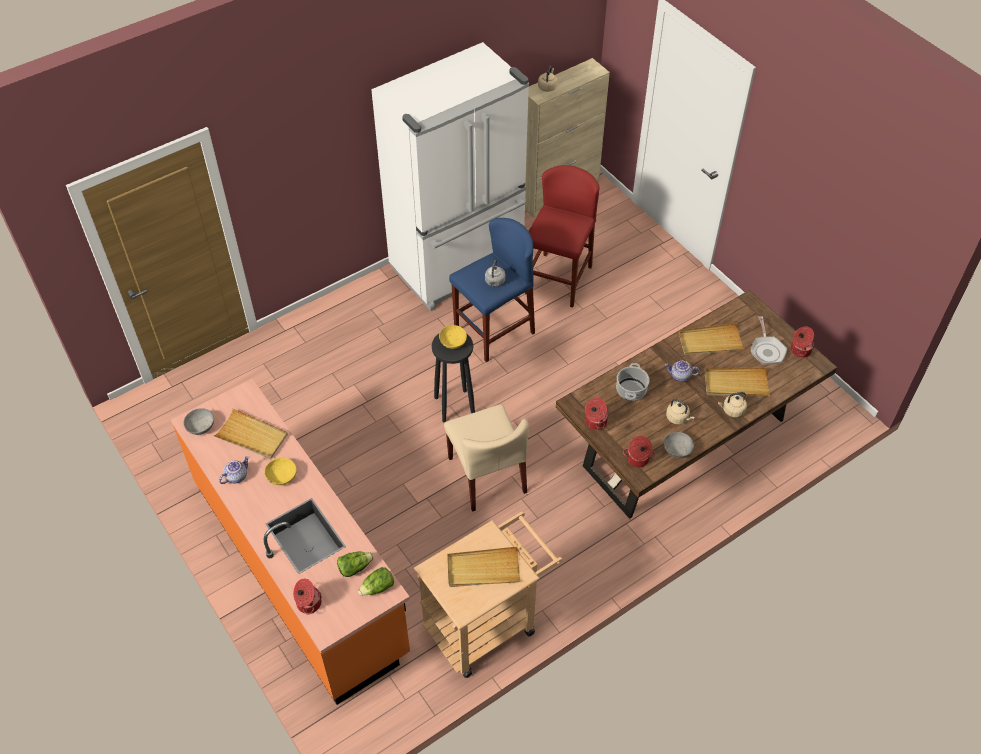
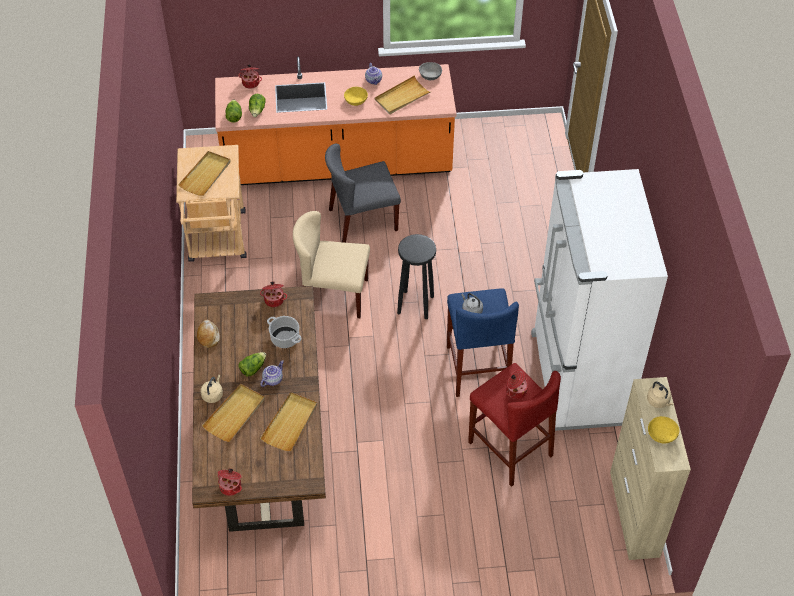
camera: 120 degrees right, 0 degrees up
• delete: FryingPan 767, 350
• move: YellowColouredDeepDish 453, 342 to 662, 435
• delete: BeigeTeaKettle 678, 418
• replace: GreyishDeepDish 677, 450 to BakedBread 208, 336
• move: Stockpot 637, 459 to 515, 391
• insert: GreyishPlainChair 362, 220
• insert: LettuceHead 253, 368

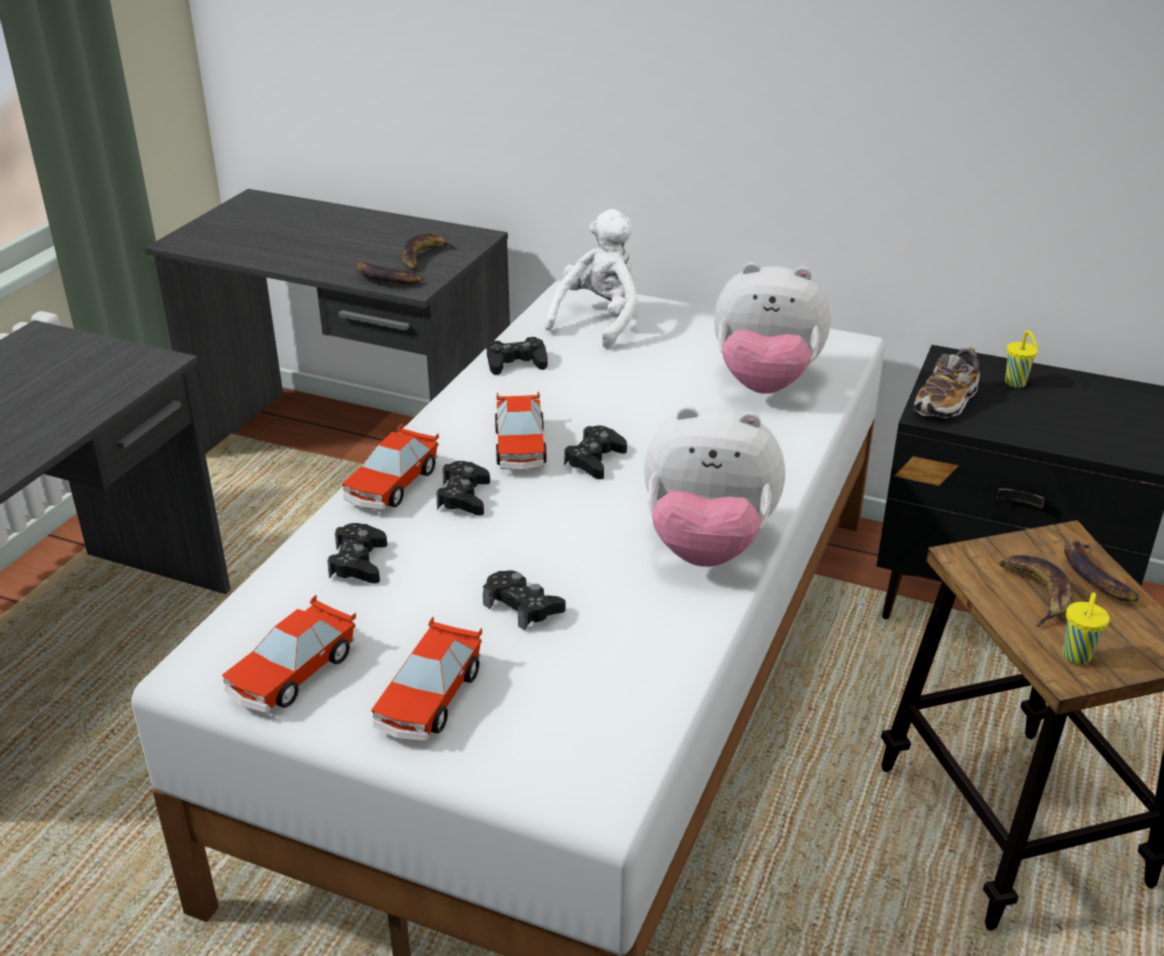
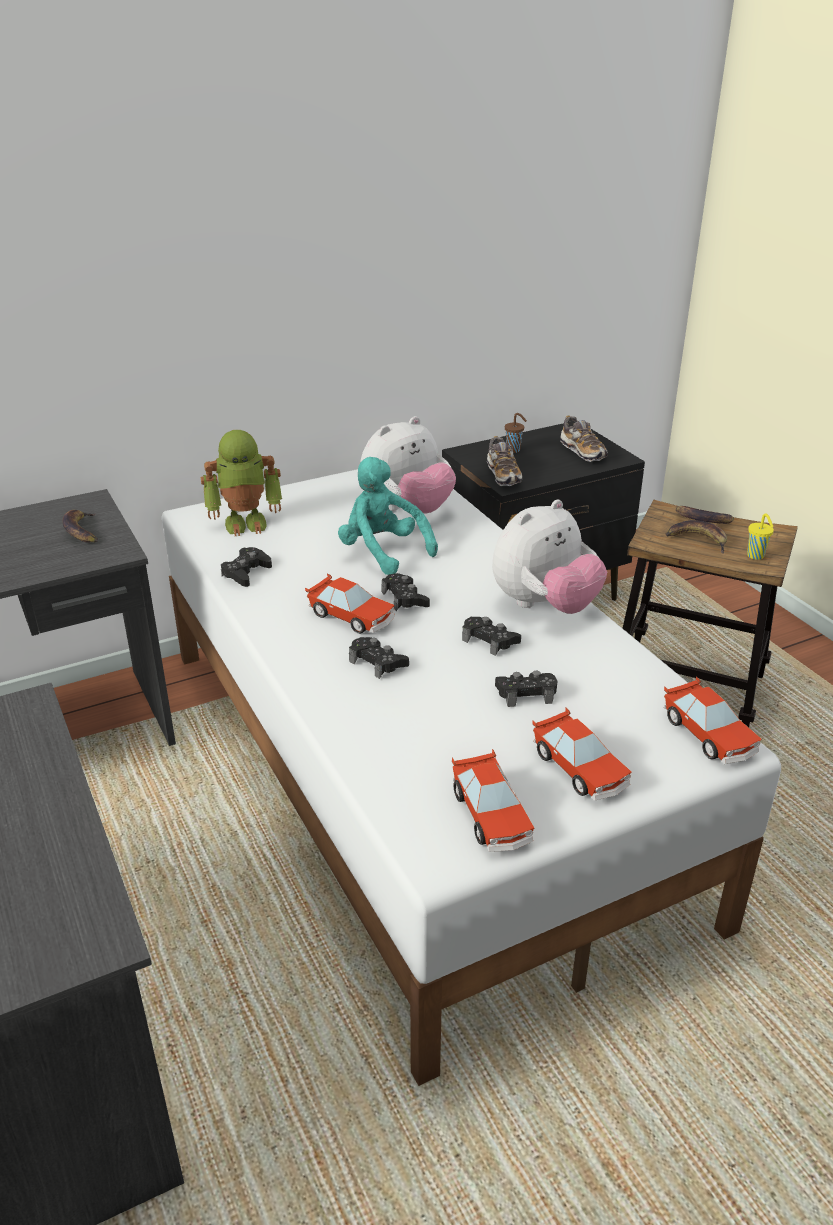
camera: 50 degrees left, 0 degrees up
• replace: WhitishPlushToy 599, 321 to RobotFigure 246, 522
• delete: Banana 386, 280
• recolor: YellowColouredDrinkingCup 1016, 383 to BrownishDrinkingCup 514, 450
• move: ModelCar 392, 485 to 708, 735
• move: BlackJoypad 358, 562 to 490, 640
• insert: Shoe 583, 451
• insert: BlueGreenPlushToy 382, 552

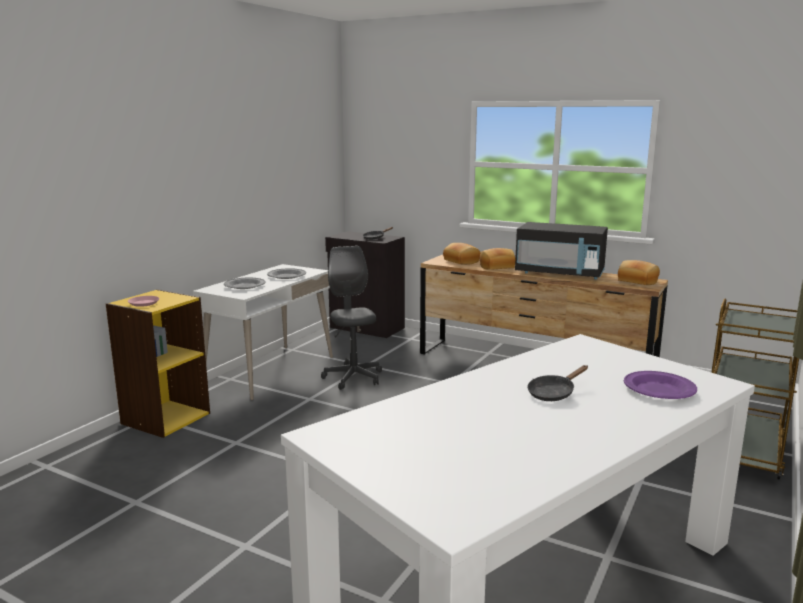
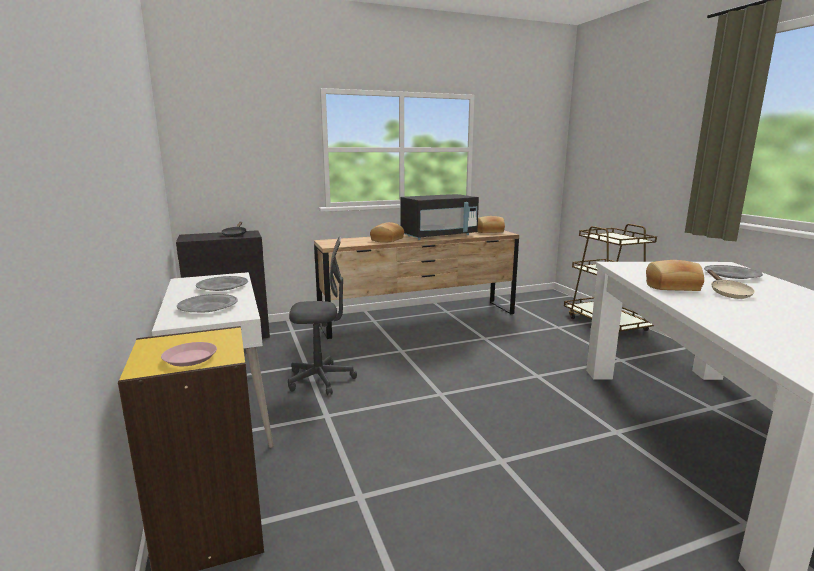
camera: 50 degrees left, 0 degrees up
• move: BakedBread 460, 261 to 672, 287
• rotate: GreyishComputerChair 353, 378 = 320, 379 150 degrees clockwise
• recolor: BlackFryingPan 553, 393 to BeigeFryingPan 728, 293
• recolor: PurplishDinnerPlate 659, 389 to GreyishDinnerPlate 732, 275

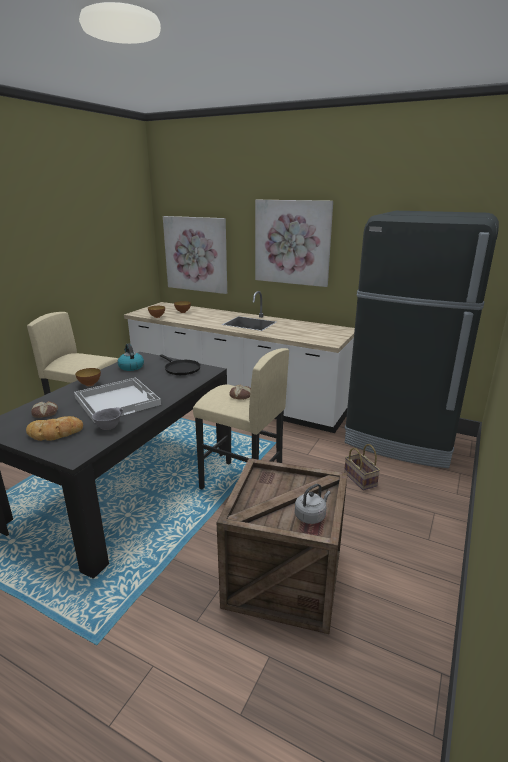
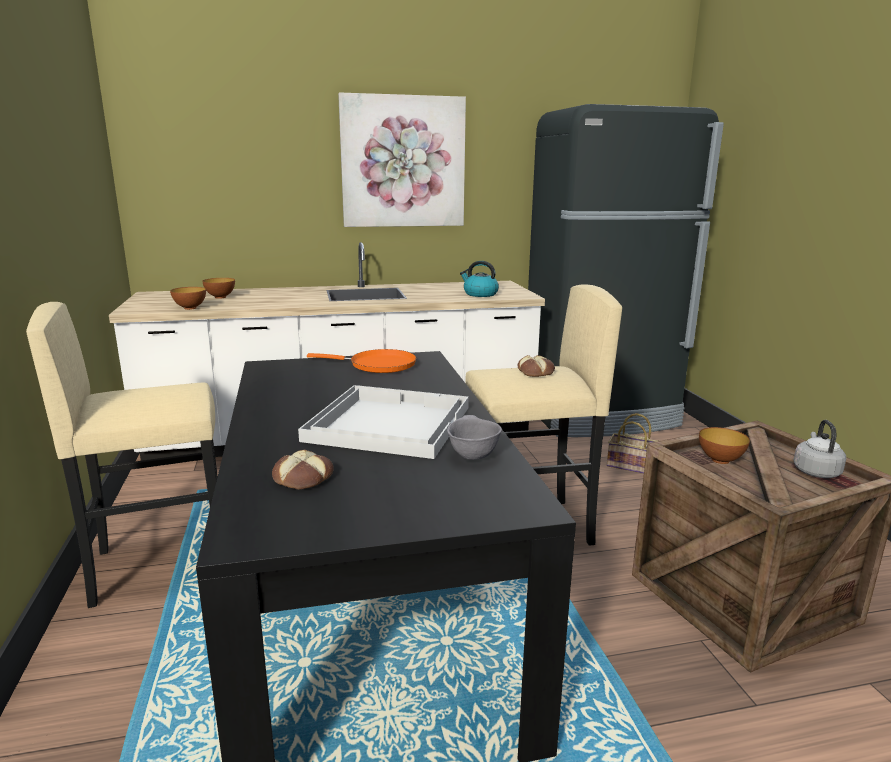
camera: 40 degrees left, 5 degrees down
• delete: Picture 196, 254
• move: TeaKettle 131, 367 to 480, 294
• recolor: BlackFryingPan 181, 369 to OrangeyFryingPan 378, 365
• move: DeepDish 90, 384 to 720, 460
• delete: BakedBread 55, 433

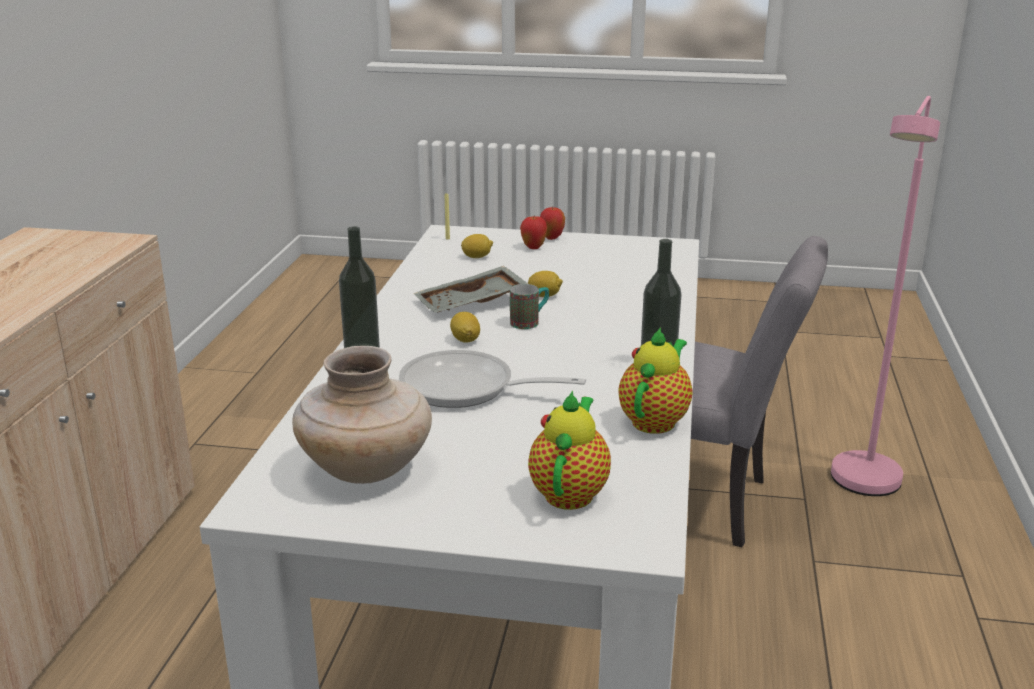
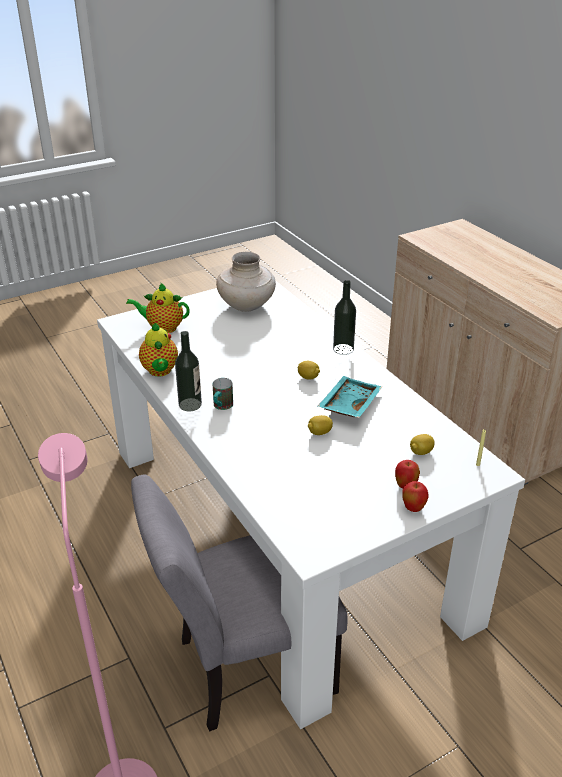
camera: 140 degrees right, 10 degrees up
• recolor: GreyishTray 471, 304 to BlueGreenTray 348, 404
• move: Mug 530, 322 to 221, 407
• delete: FryingPan 467, 388
• rotate: Teapot 570, 492 = 162, 328 120 degrees clockwise

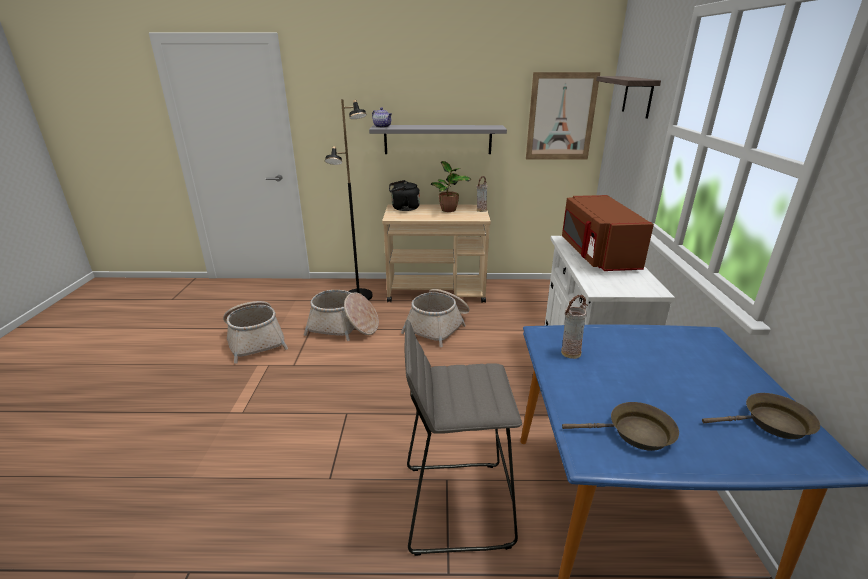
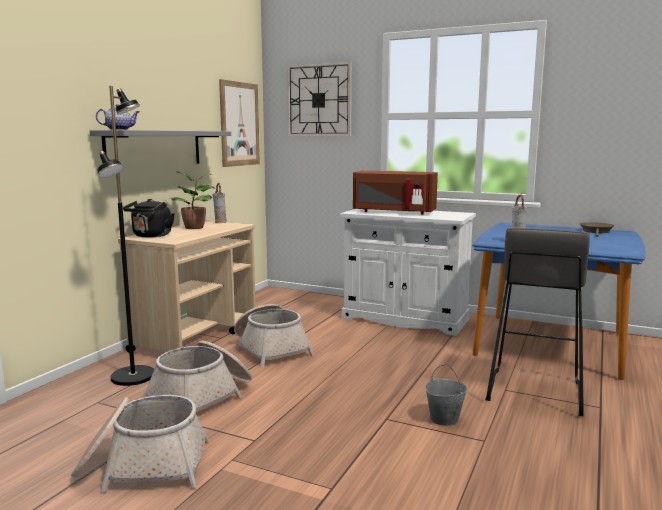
camera: 65 degrees left, 15 degrees down
• replace: WallShelf 637, 96 to HangingClock 319, 100
• delete: BrownishFryingPan 635, 433
• insert: GreyishPail 444, 419

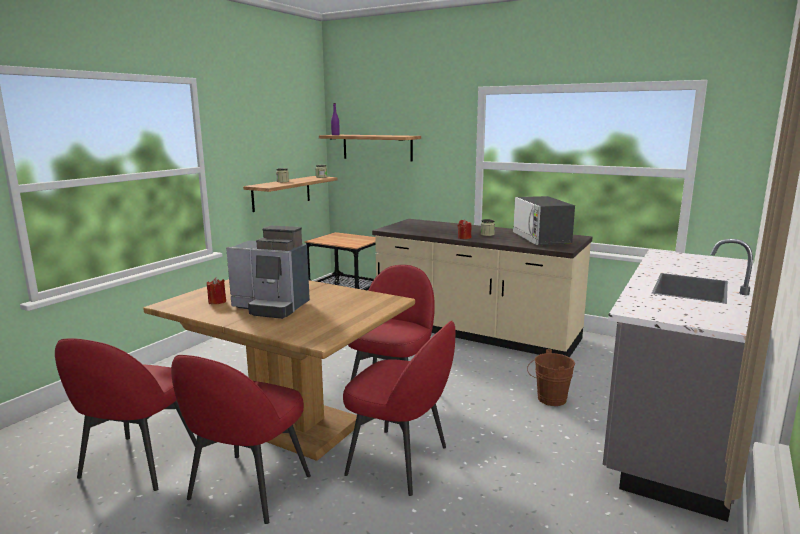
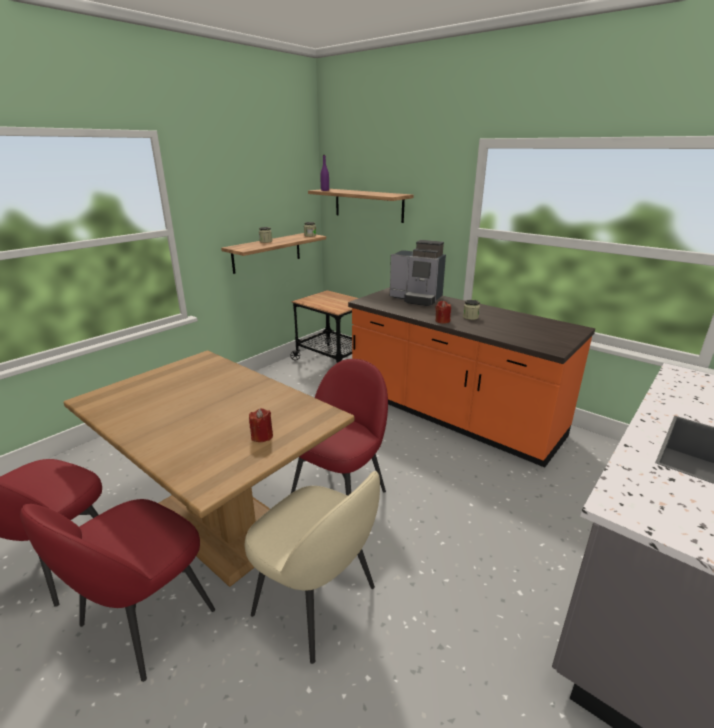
camera: 10 degrees right, 10 degrees up
• delete: Microwave 541, 239
• recolor: BeigeCounter 475, 332 to OrangeyCounter 451, 415
• move: CoffeeMachine 272, 307 to 417, 298
• move: RedColouredWaxLight 217, 302 to 262, 436
• recolor: RedColouredPlainChair 400, 461 to BeigePlainChair 317, 602
• delete: BrownishPail 548, 399

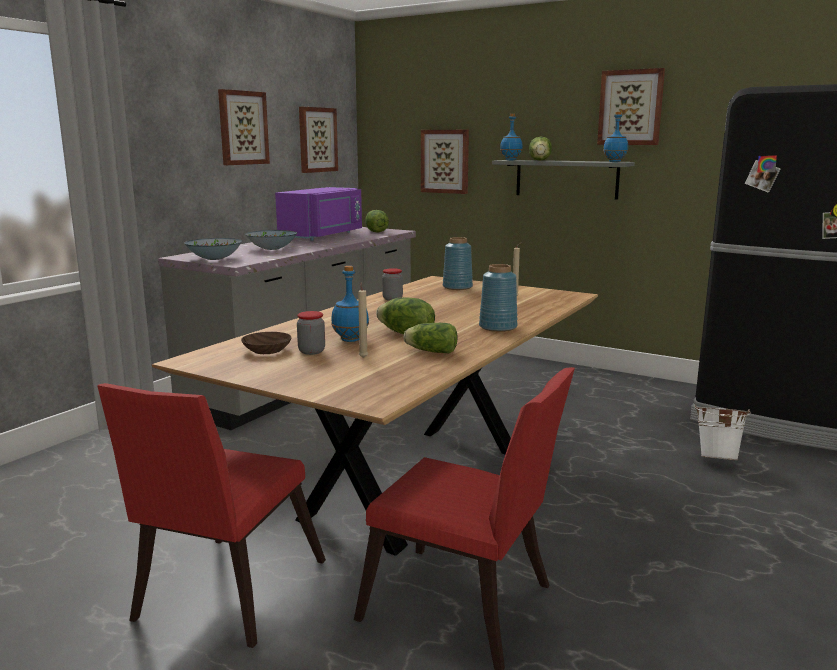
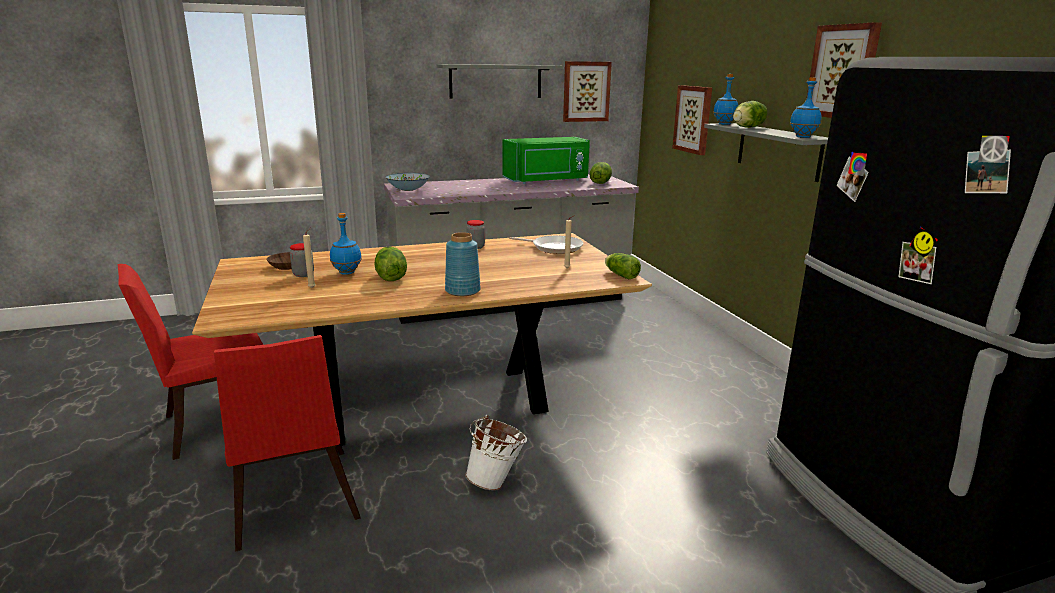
camera: 40 degrees right, 5 degrees up
• replace: Picture 242, 128 to GreyishWallShelf 495, 81
• recolor: PurplishMicrowave 323, 236 to GreenMicrowave 546, 181
• delete: DeepDish 272, 249
• replace: BlueColouredVase 457, 287 to FryingPan 554, 248
• move: LettuceHead 430, 351 to 620, 275
• move: WhitishPail 717, 458 to 496, 481

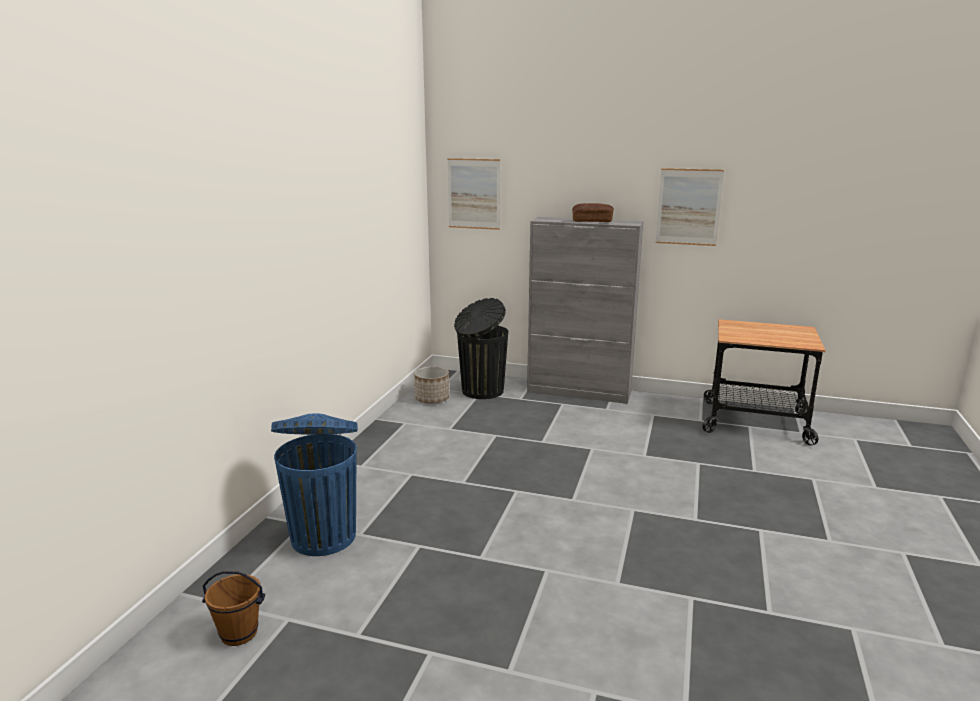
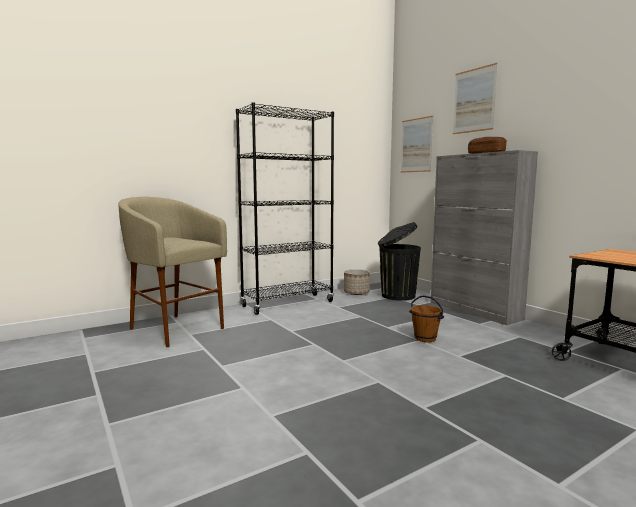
camera: 40 degrees right, 10 degrees down
• move: Picture 688, 207 to 474, 100
• replace: BlueColouredWasteBin 324, 535 to BeigeStoolSeat 174, 329
• move: BrownishPail 239, 633 to 425, 338
• insert: BlackShelvingUnit 288, 304

